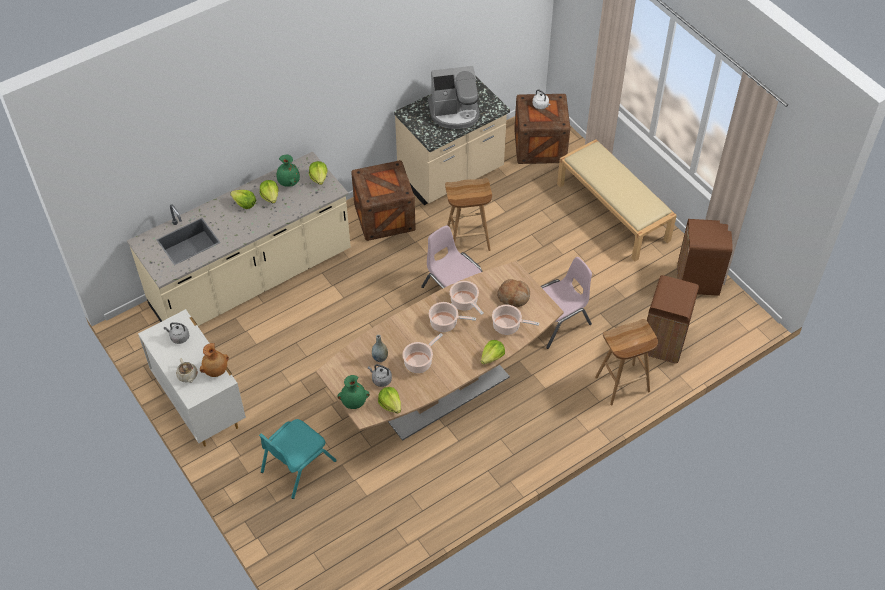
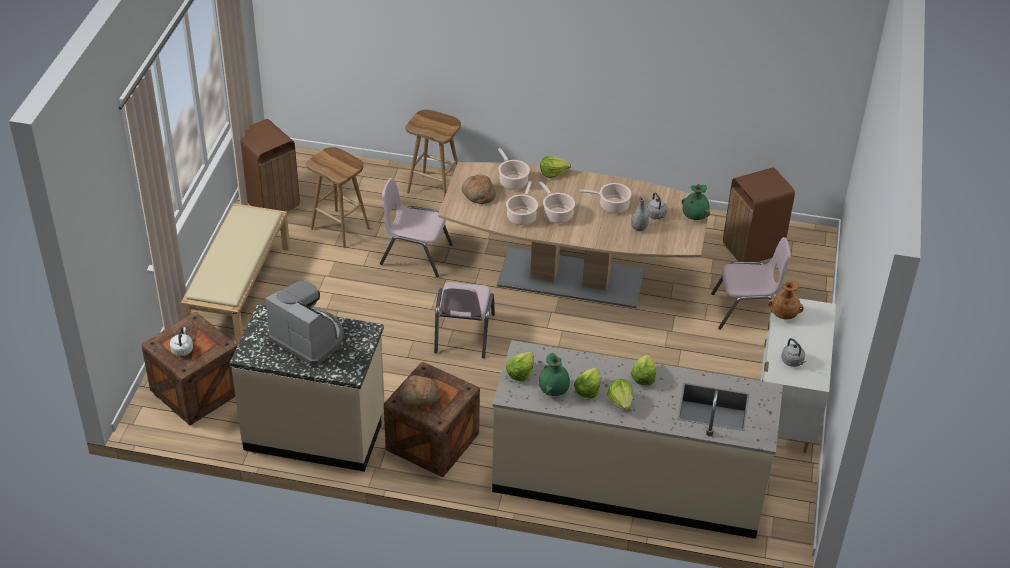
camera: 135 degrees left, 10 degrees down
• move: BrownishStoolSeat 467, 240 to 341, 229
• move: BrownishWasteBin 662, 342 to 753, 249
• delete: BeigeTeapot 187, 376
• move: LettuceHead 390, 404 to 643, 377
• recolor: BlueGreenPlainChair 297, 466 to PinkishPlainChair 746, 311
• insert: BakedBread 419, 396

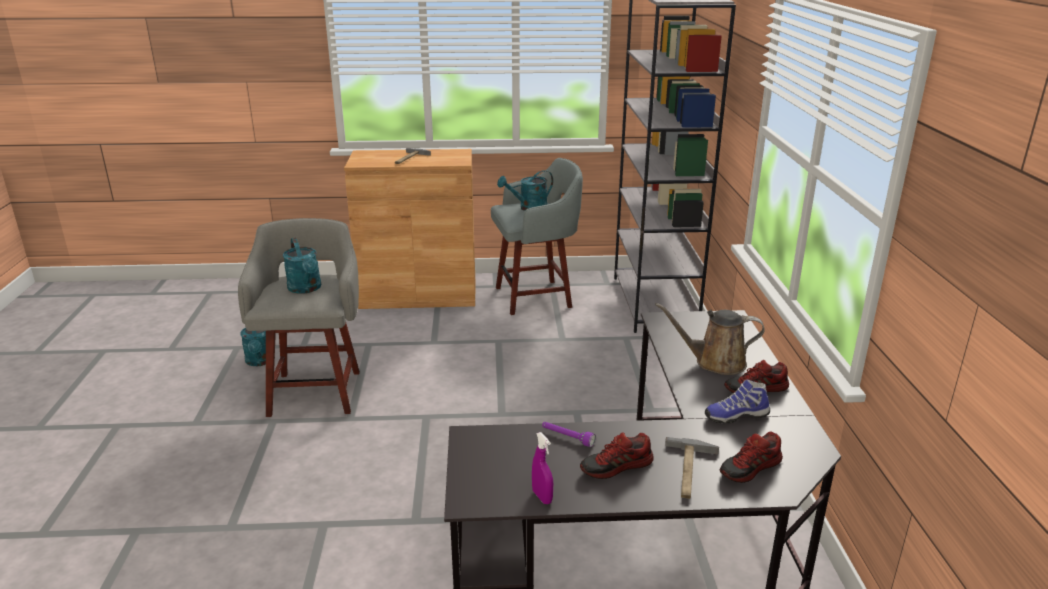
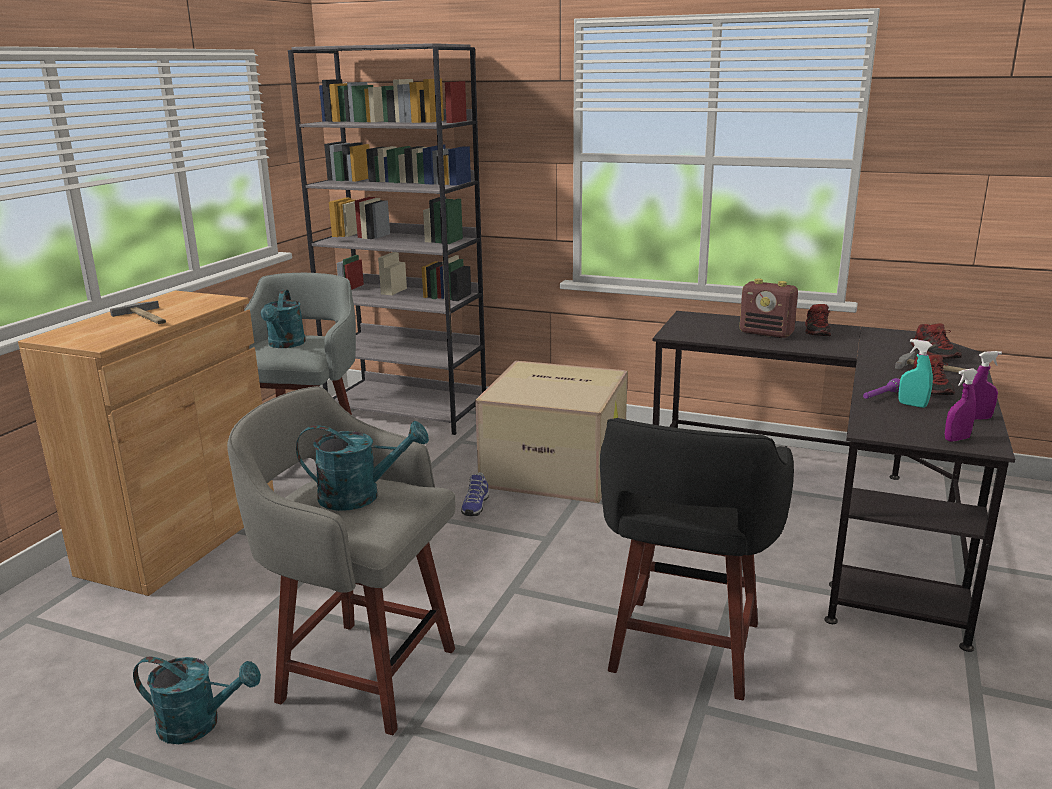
camera: 65 degrees left, 5 degrees down
• replace: BrownishSprinklingCan 715, 362 to RadioSet 766, 333
• move: Shoe 736, 415 to 475, 506
• insert: BlueGreenSprayer 912, 405
• insert: Carton 557, 468
• insert: PurplishSprayer 956, 439
• insert: BlackStoolSeat 684, 651

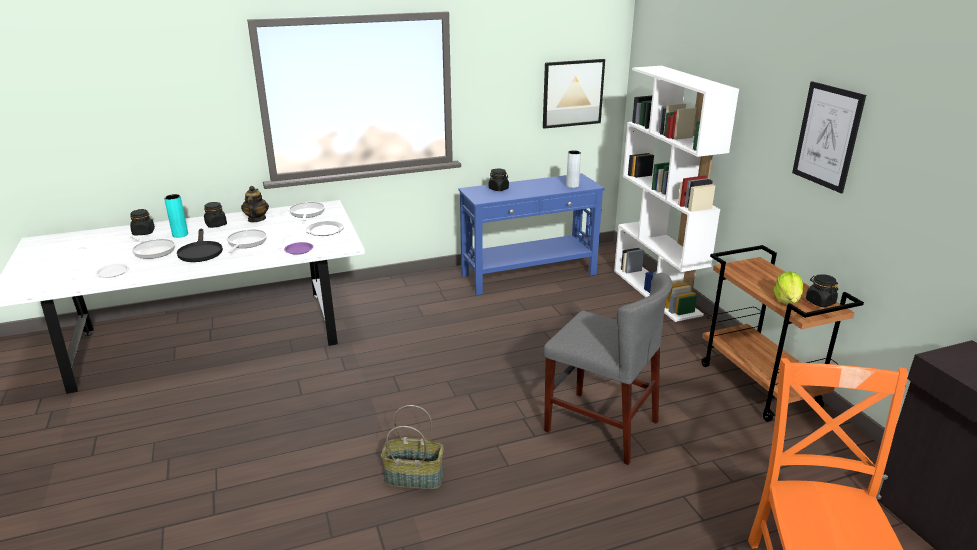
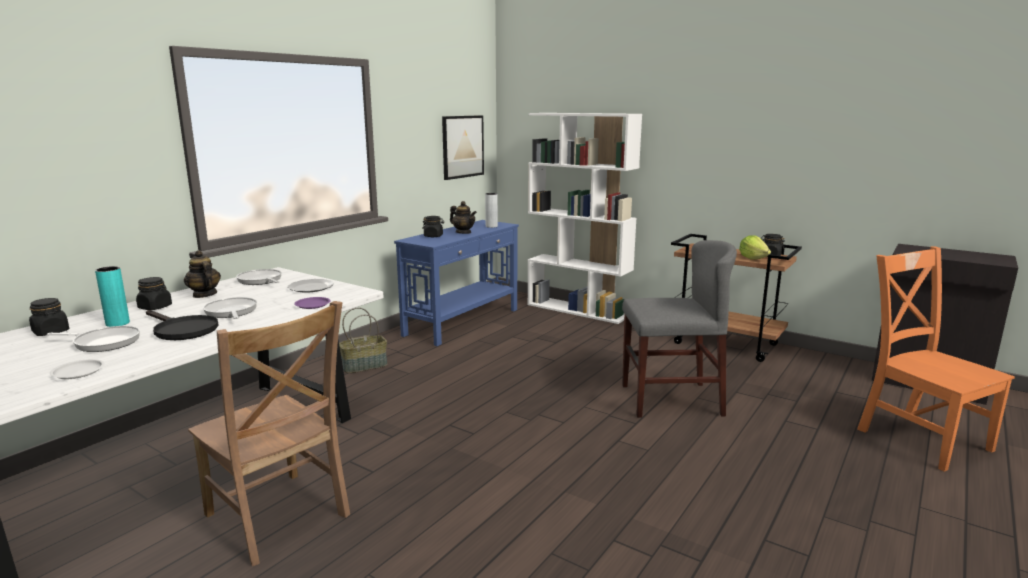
camera: 35 degrees left, 10 degrees down
• delete: Picture 827, 136
• move: StorageBasket 414, 476 to 364, 366
• insert: Teapot 463, 232
• insert: BrownishPlainChair 279, 518

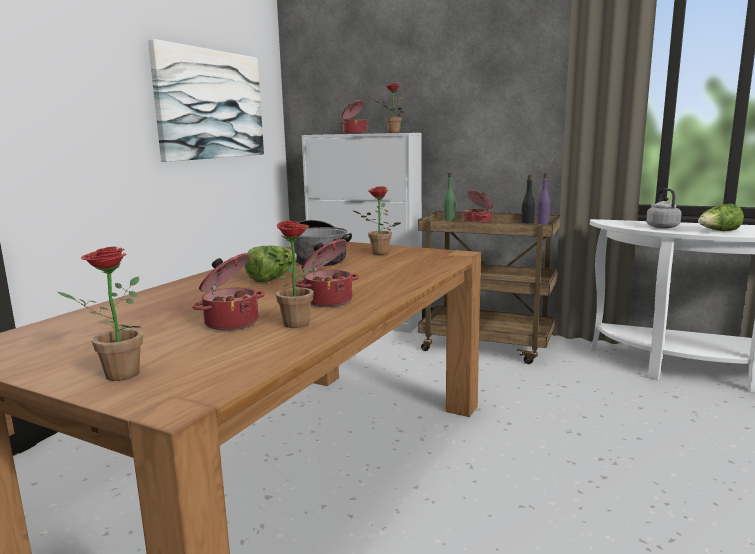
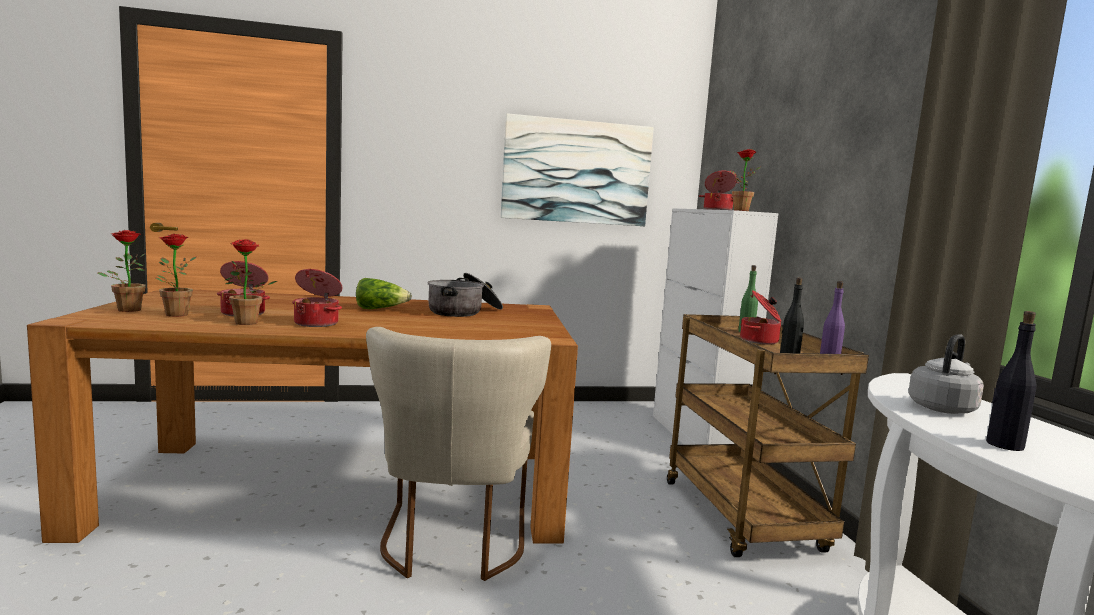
camera: 55 degrees right, 5 degrees down
• move: Houseplant 377, 253 to 173, 314
• replace: LettuceHead 718, 231 to BlackDrinkBottle 1004, 445
• insert: BeigePlainChair 453, 544

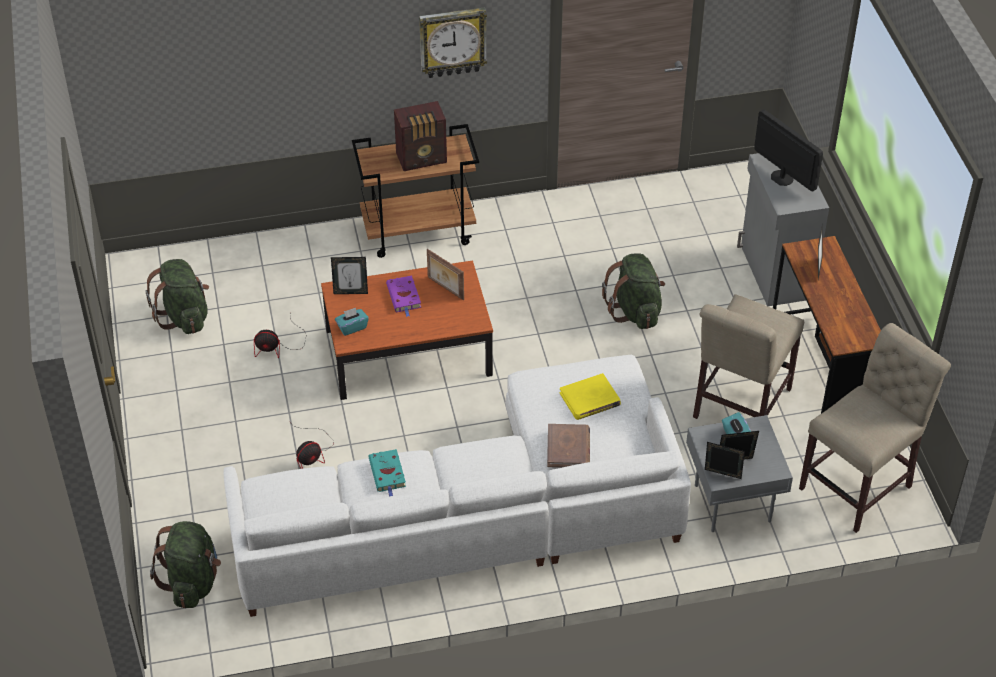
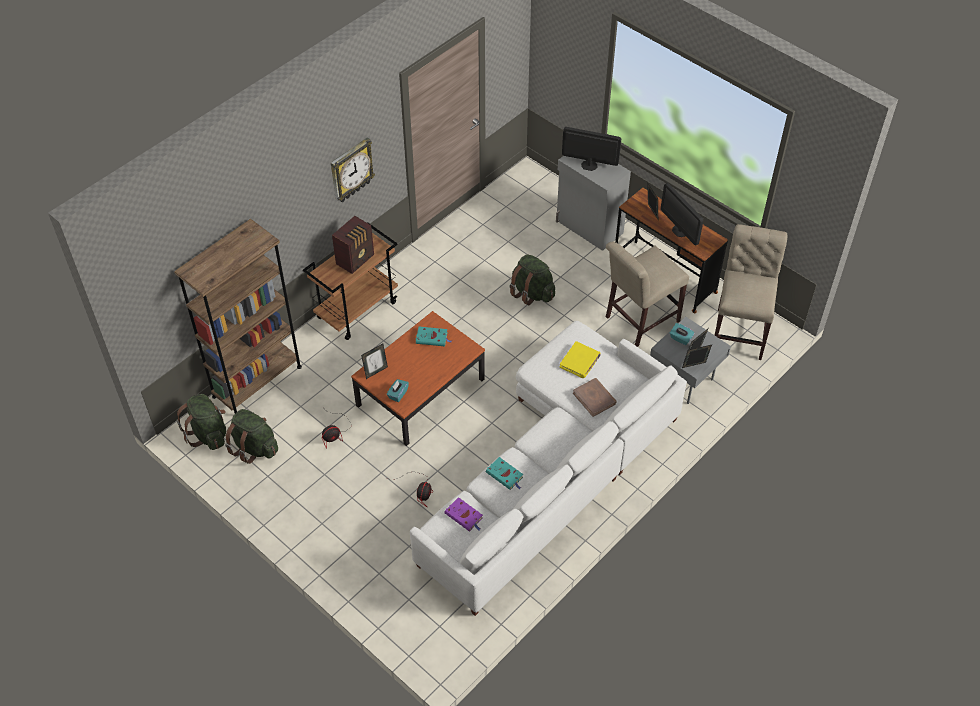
camera: 35 degrees left, 5 degrees up
• replace: PictureFrame 445, 289 to BlueGreenVolume 432, 338
• move: PurplishVolume 404, 297 to 464, 516
• rotate: BeigePlainChair 738, 406 = 638, 320 60 degrees clockwise
• move: GreenBackpack 192, 582 to 208, 434
• insert: ComputerDisplay 680, 231
• insert: BrownishShelvingUnit 257, 381

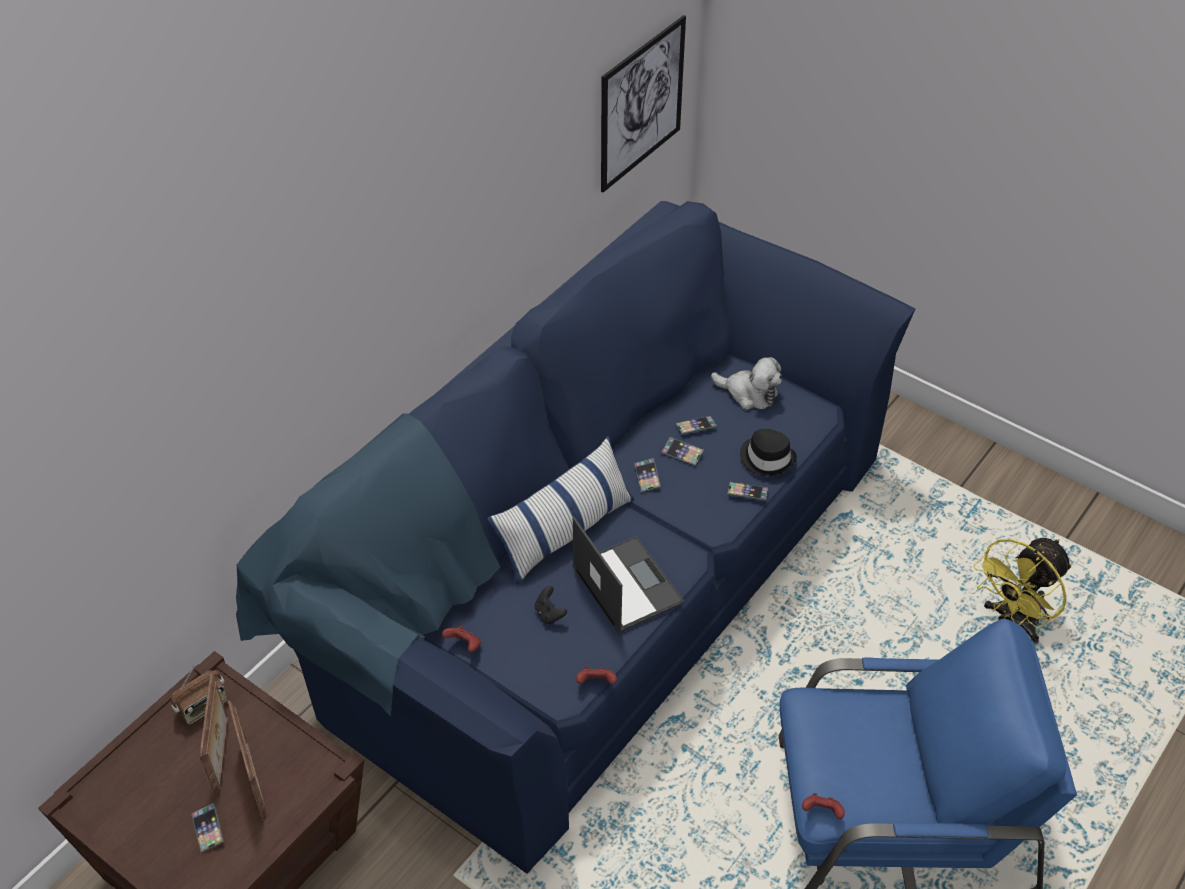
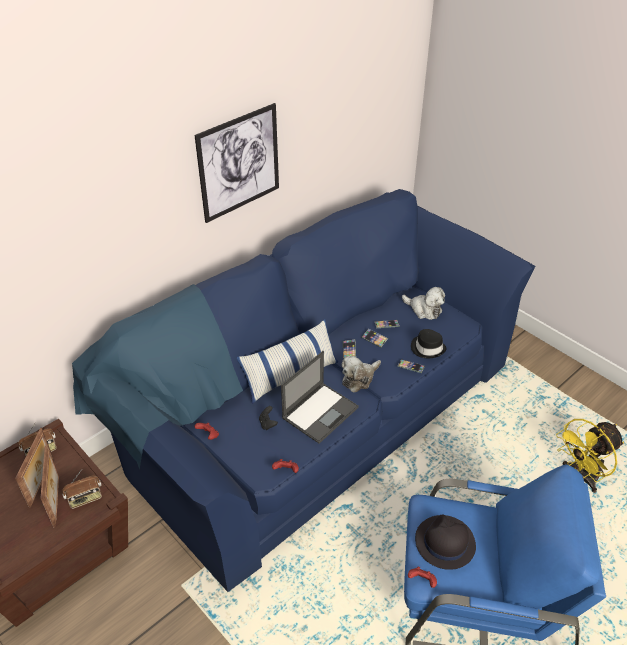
camera: 10 degrees right, 5 degrees down
• move: Picture 641, 104 to 239, 163
• rotate: Laptop 626, 584 = 320, 412 60 degrees clockwise
• delete: Telephone 208, 829
• insert: PlushToy 359, 378
• insert: RadioSet 85, 498
• insert: BlackHat 444, 542

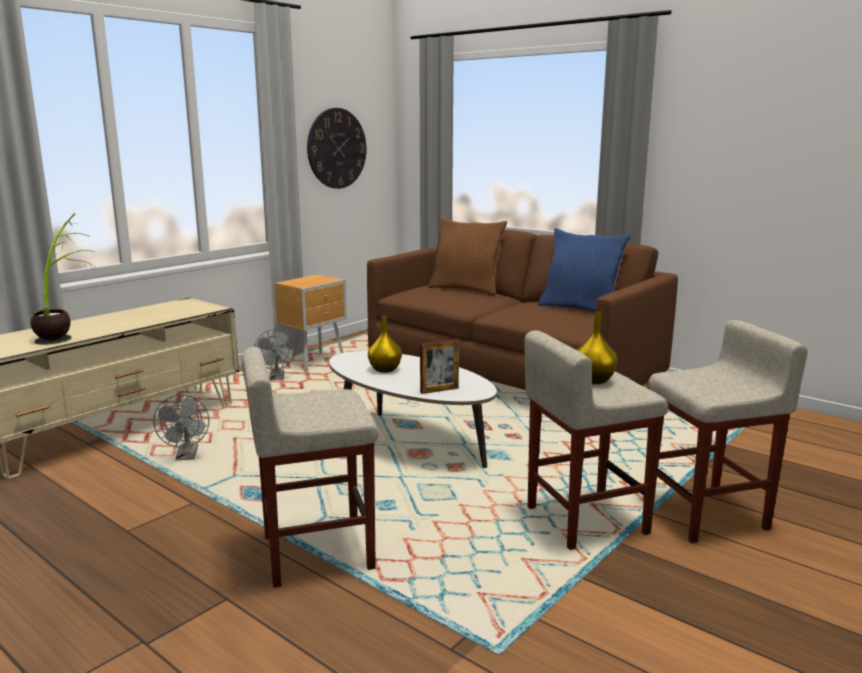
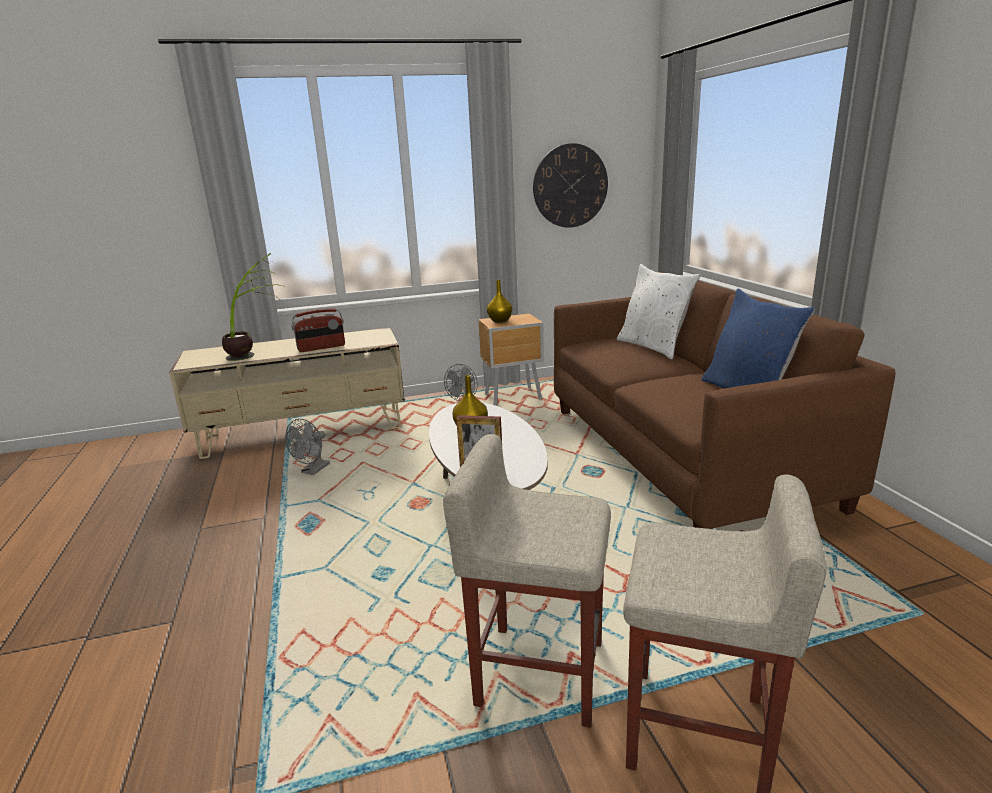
camera: 35 degrees right, 5 degrees up
• recolor: BrownishPillow 466, 289 to WhitishPillow 653, 347
• move: YellowColouredVase 593, 380 to 500, 321
• delete: BeigeStoolSeat 315, 553
• insert: RadioSet 321, 348

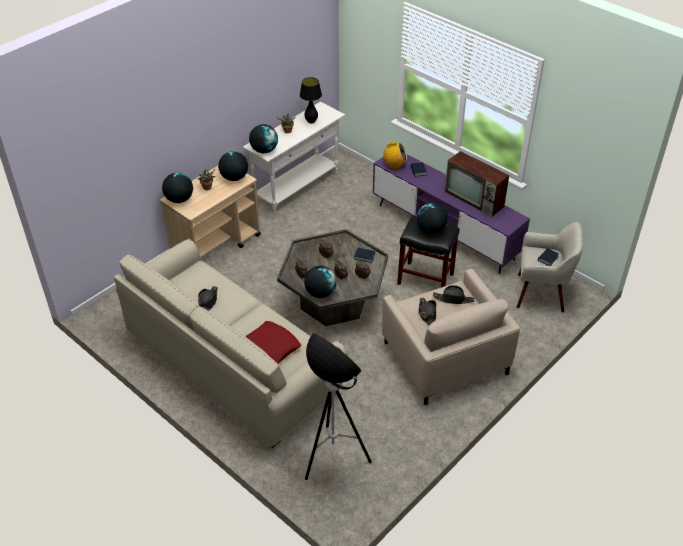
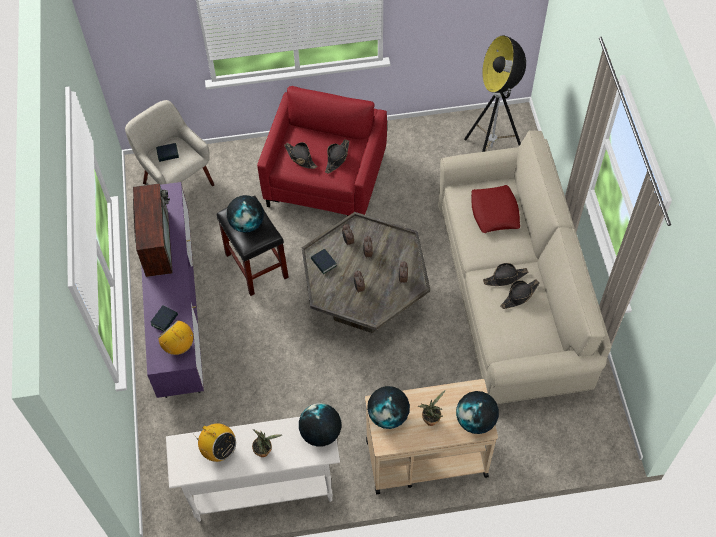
camera: 140 degrees left, 15 degrees up
• replace: BlackTableLamp 311, 121 to RadioSet 219, 450
• delete: Globe 320, 293
• recolor: BeigeLoungeChair 444, 358 to RedColouredLoungeChair 326, 180
• insert: BlackHat 505, 278

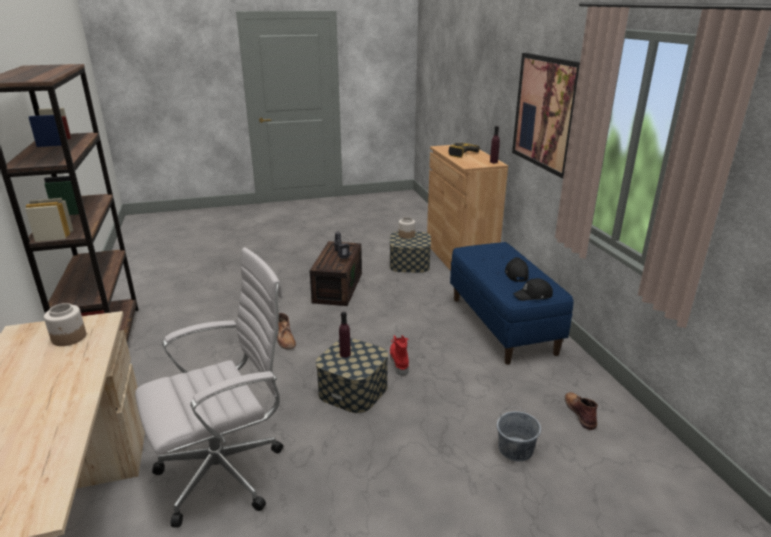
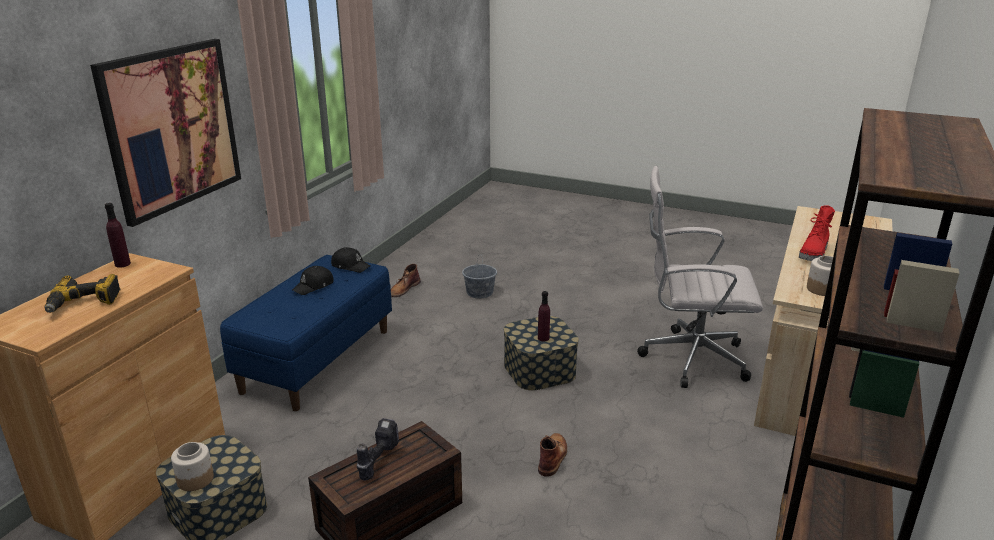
camera: 140 degrees left, 0 degrees up
• move: RedColouredBoot 399, 361 to 814, 254

